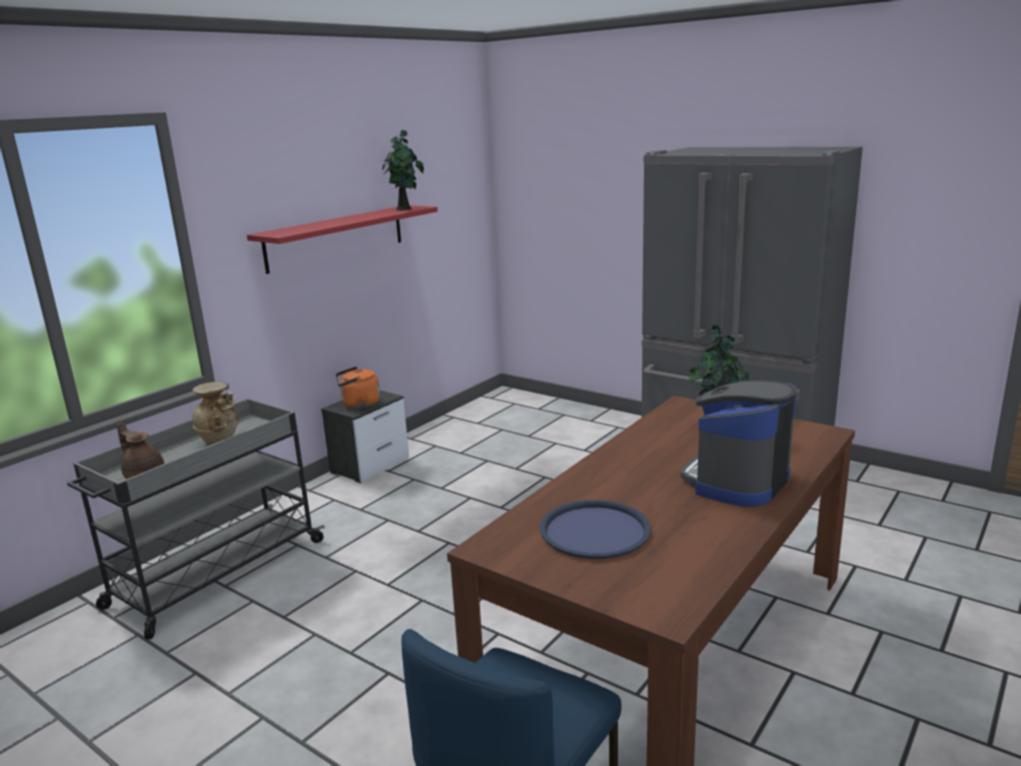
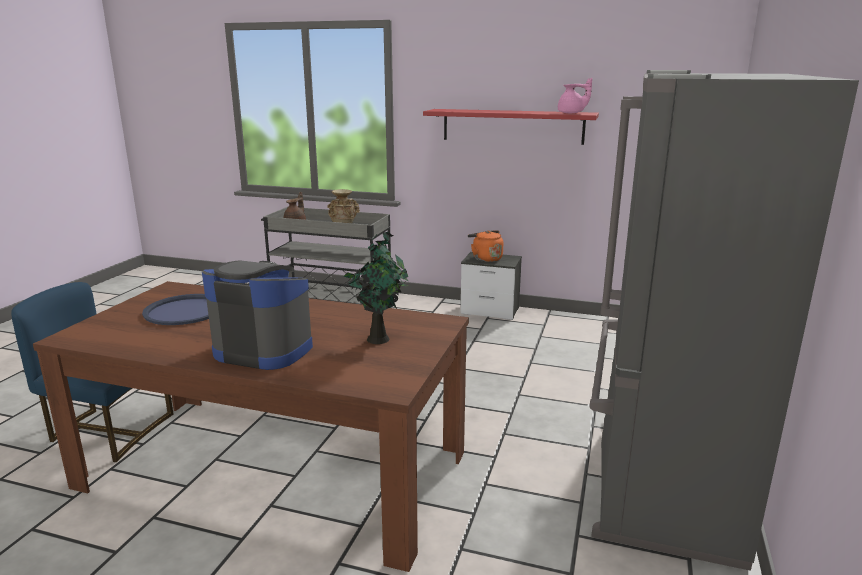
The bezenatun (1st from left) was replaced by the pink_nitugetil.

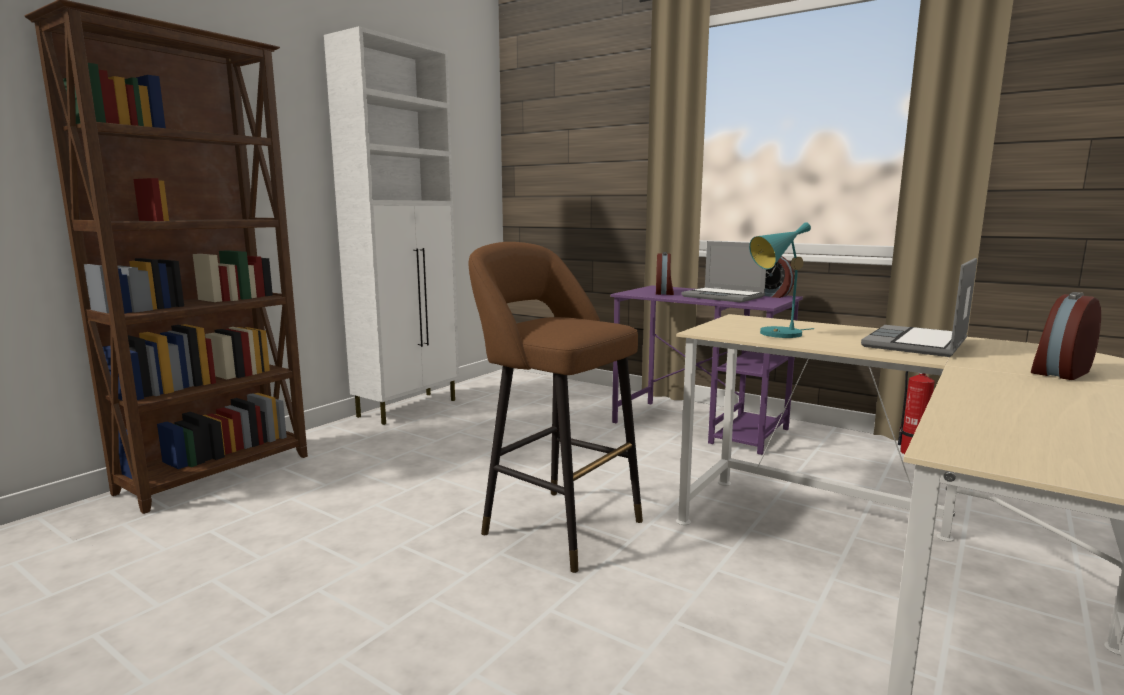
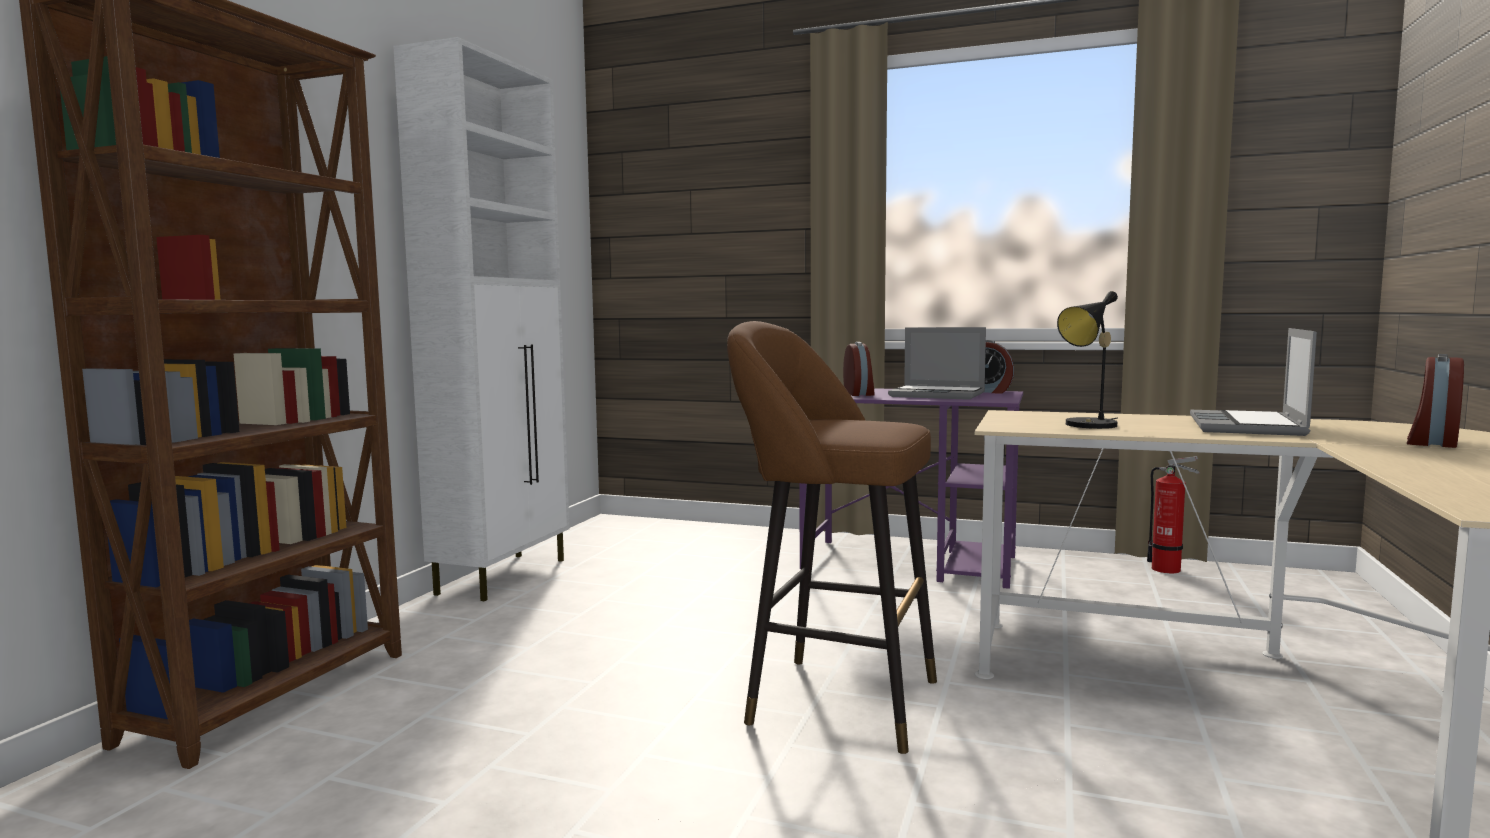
The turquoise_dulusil became the black_dulusil.

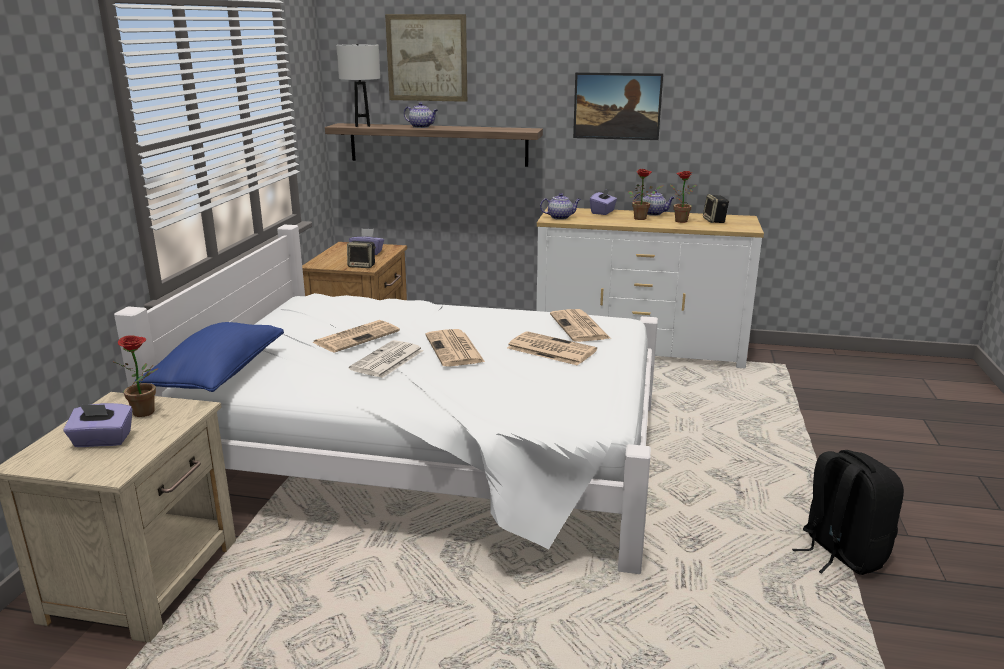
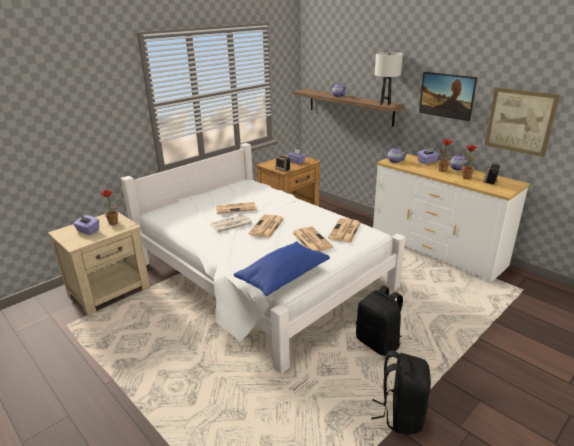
The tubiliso (1st from left in the first image) moved.
The white_dulusil moved.
The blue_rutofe moved.
The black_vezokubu (1st from left) appeared.

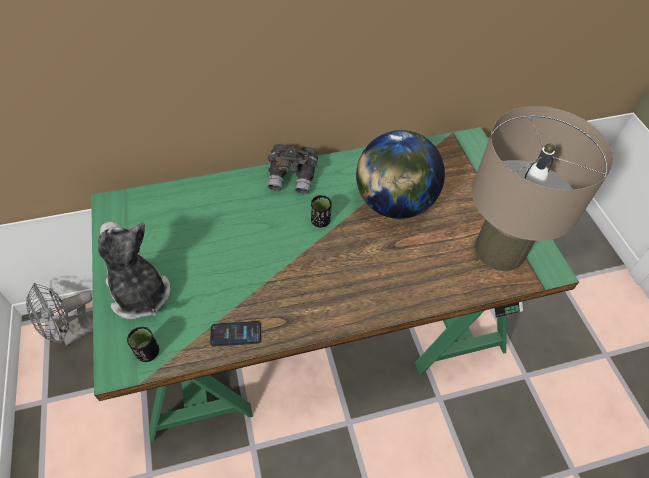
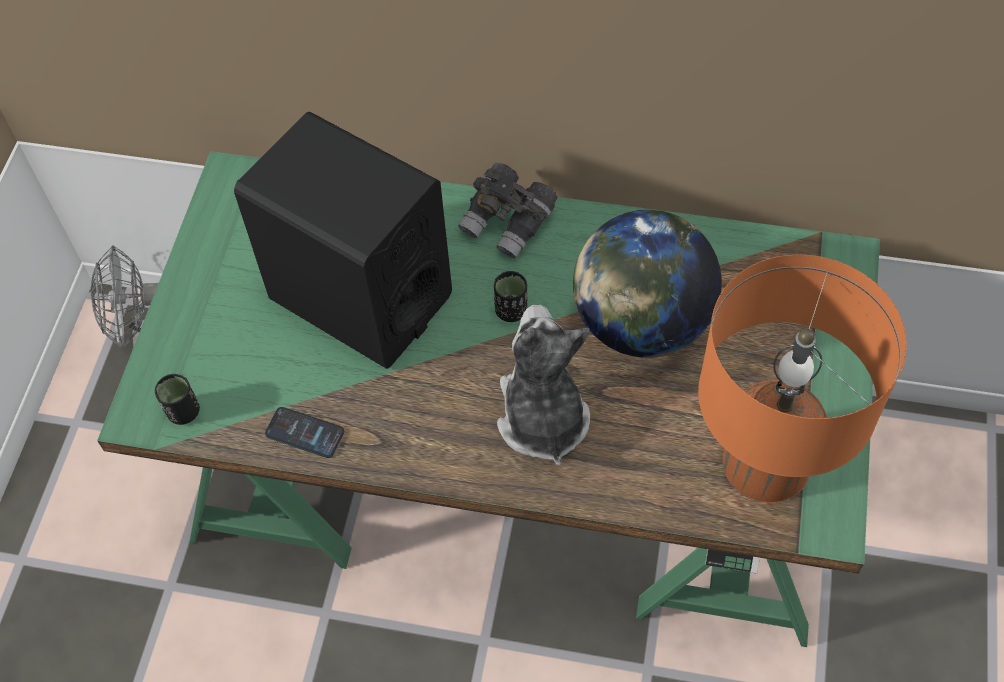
The beige_dulusil became the orange_dulusil.
The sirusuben moved.
The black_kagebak appeared.

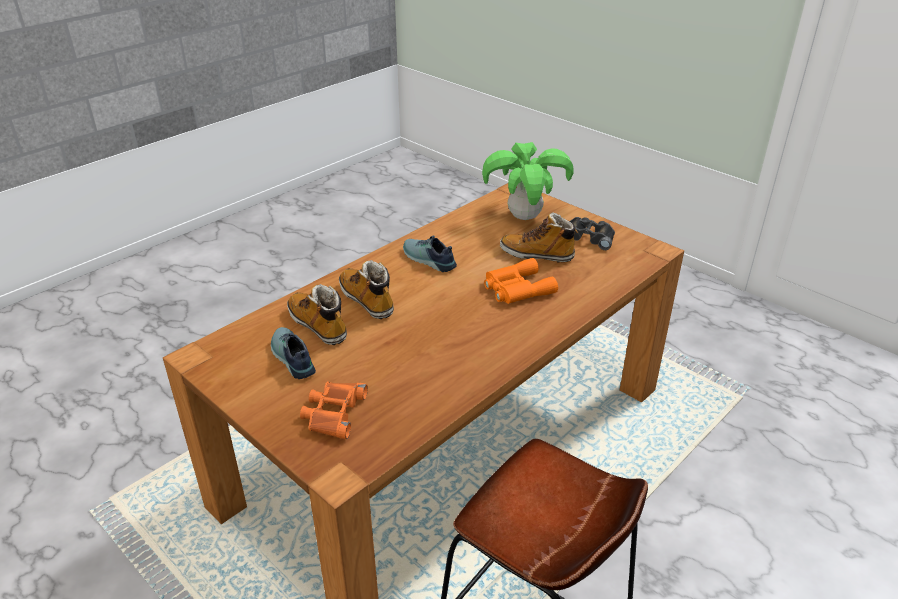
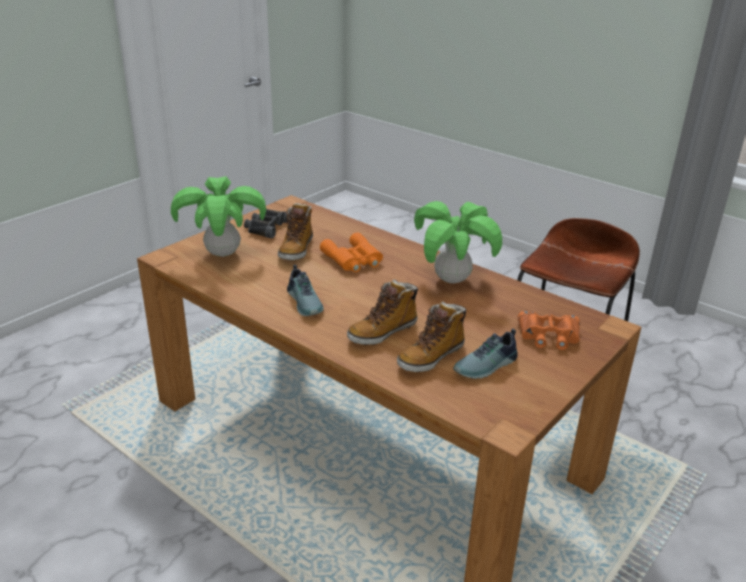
The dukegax (2nd from left in the first image) turned 60 degrees counterclockwise.
The bezenatun (2nd from left) appeared.

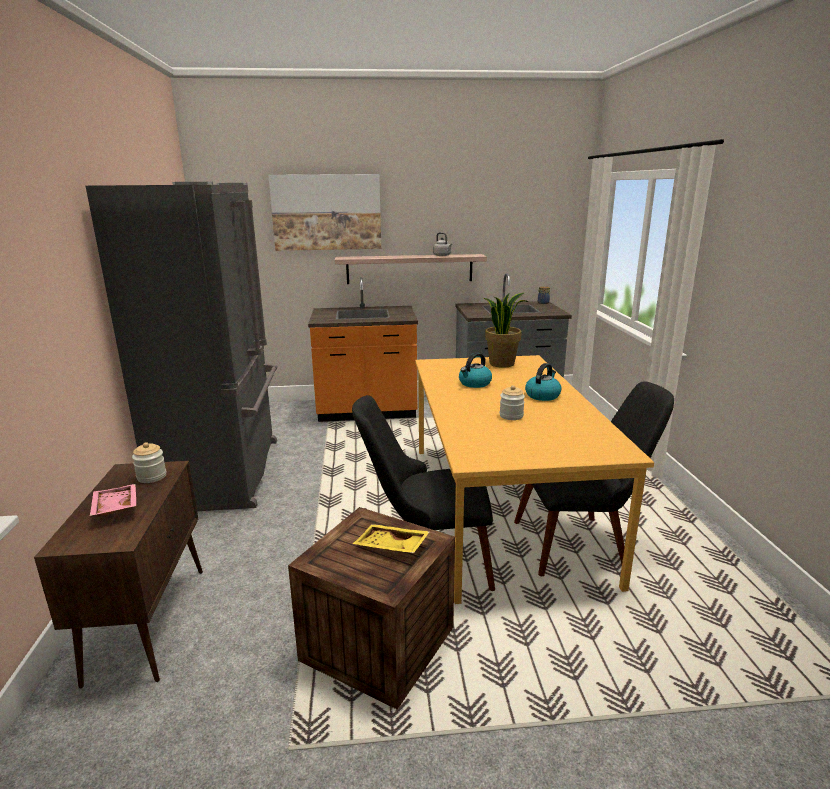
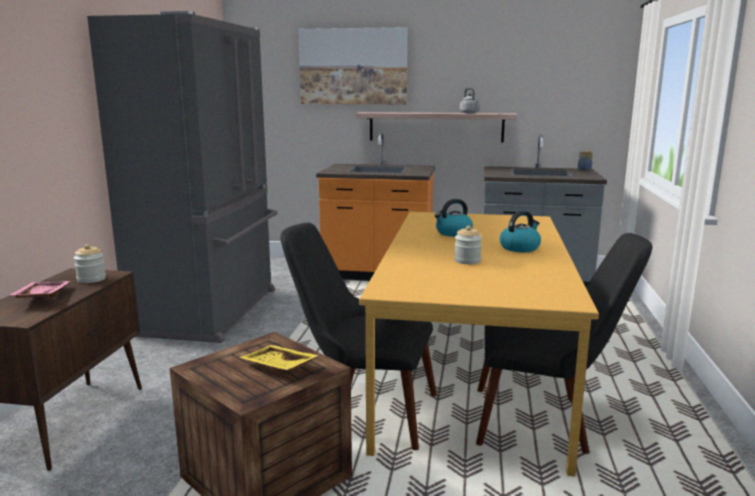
The bezenatun disappeared.

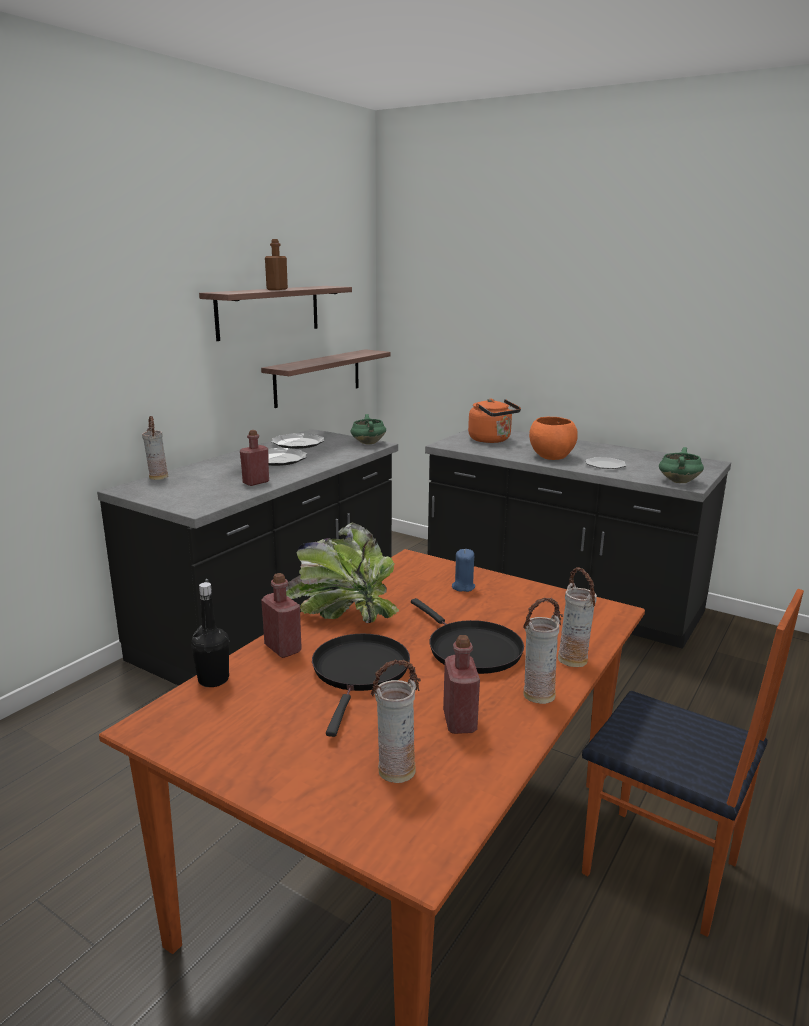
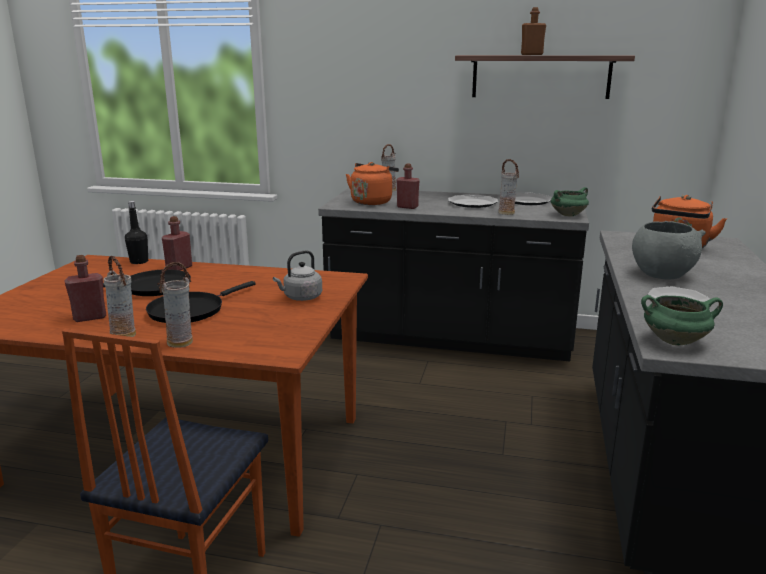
The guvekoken (2nd from left) disappeared.
The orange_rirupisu became the grey_rirupisu.
The bezenatun disappeared.
The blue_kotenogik was replaced by the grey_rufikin.
The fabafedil (2nd from left in the first image) moved.
The orange_rufikin (1st from left) appeared.

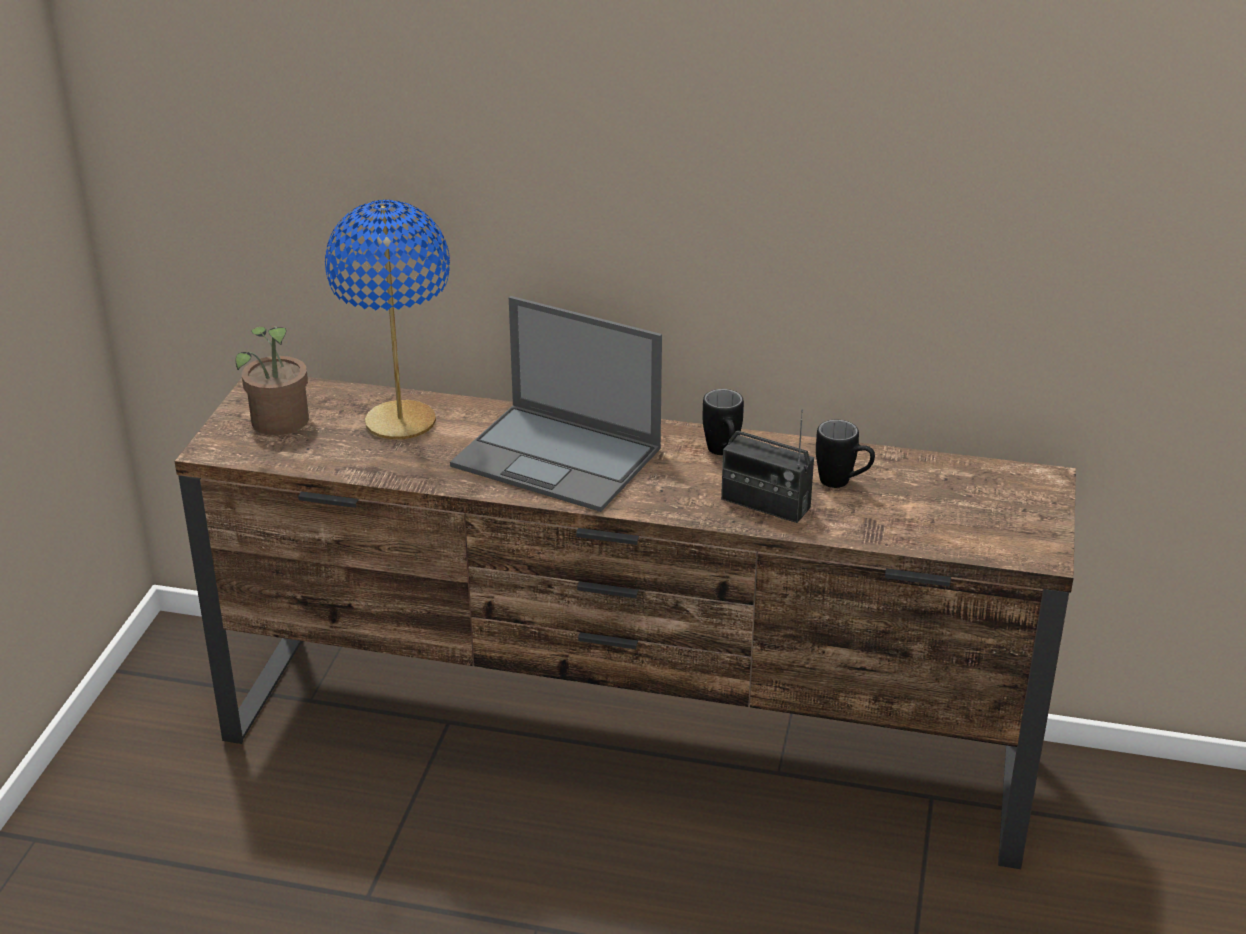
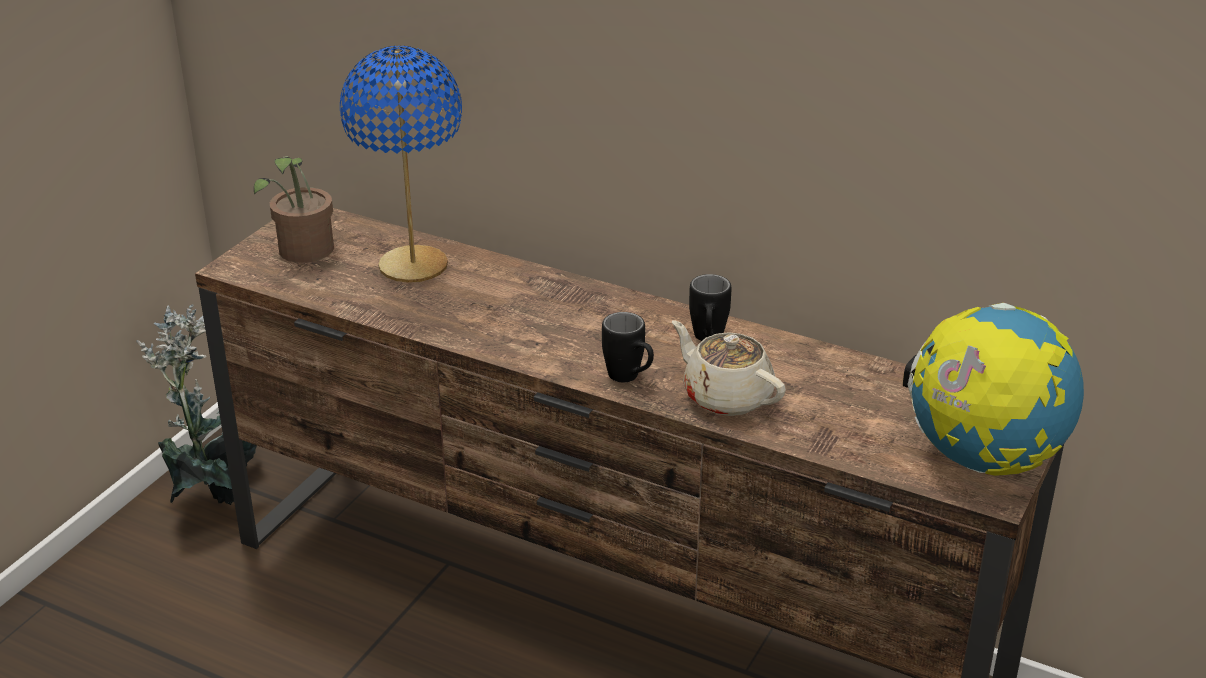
The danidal disappeared.
The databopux was replaced by the beige_nitugetil.
The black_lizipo (2nd from left in the first image) moved.
The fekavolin appeared.
The bezenatun (1st from left) appeared.

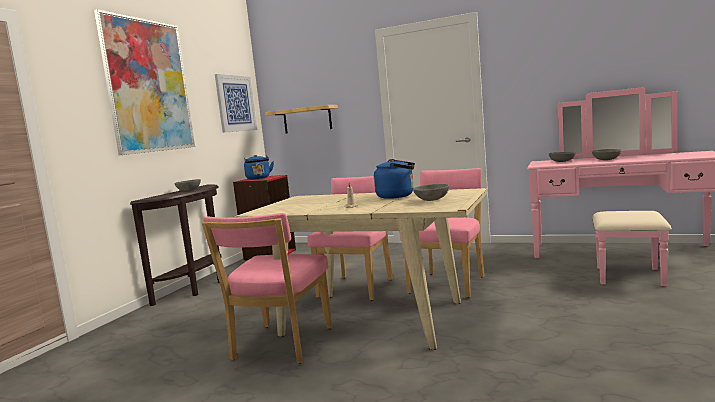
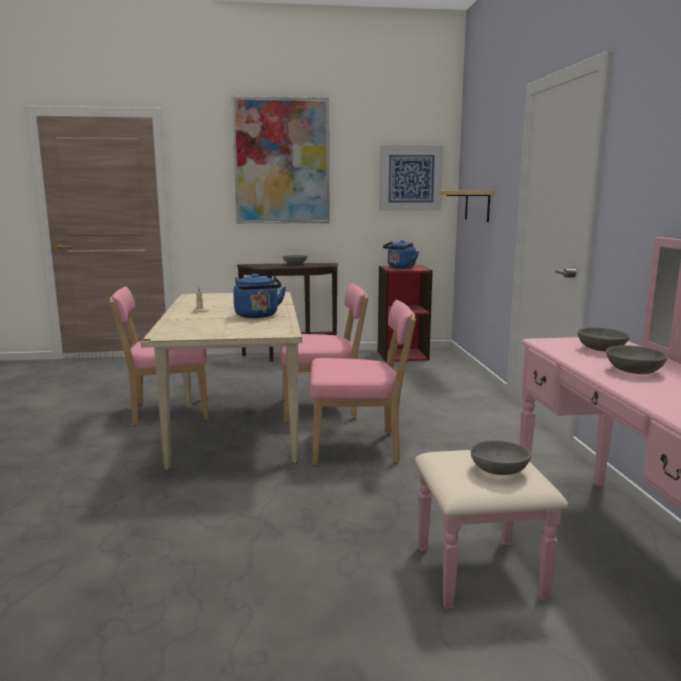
The grey_rirupisu (2nd from left) moved.

